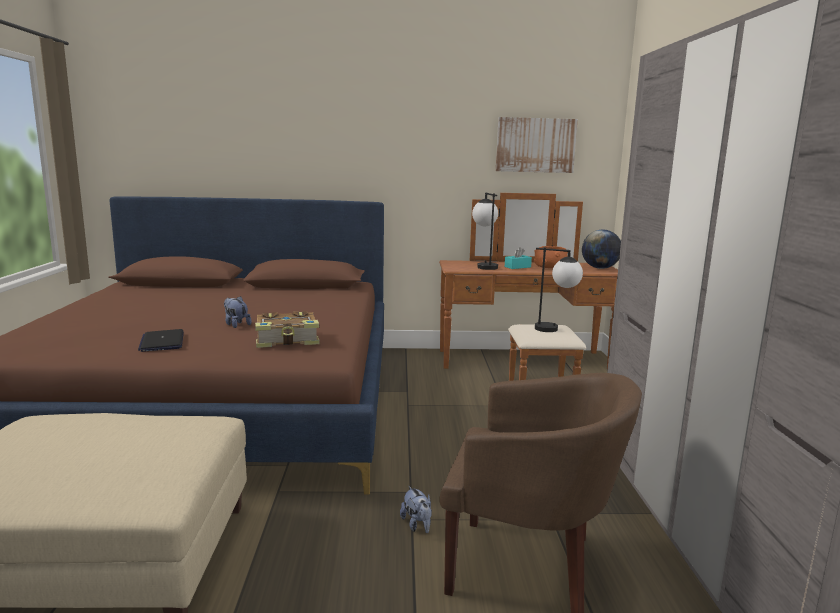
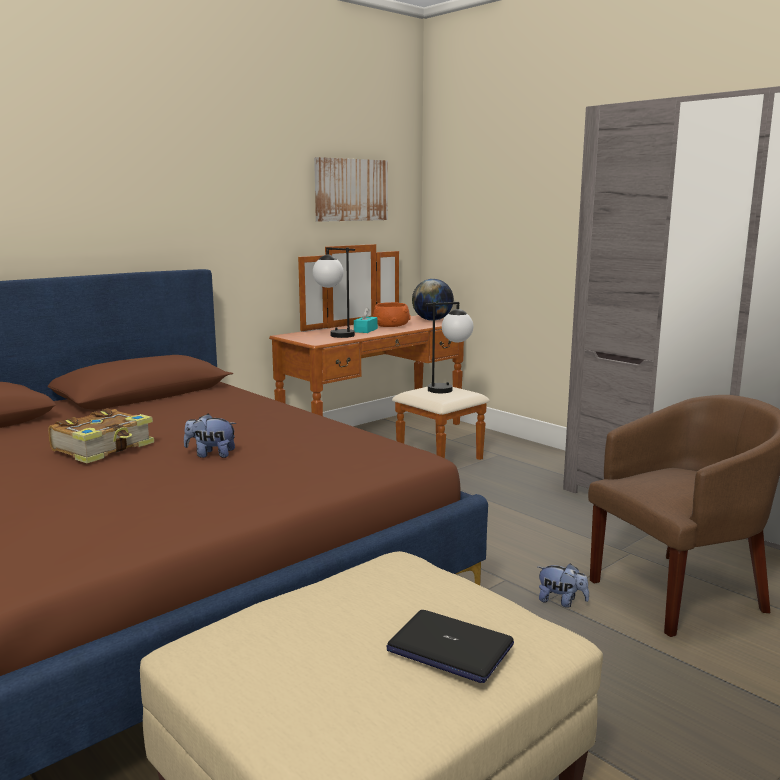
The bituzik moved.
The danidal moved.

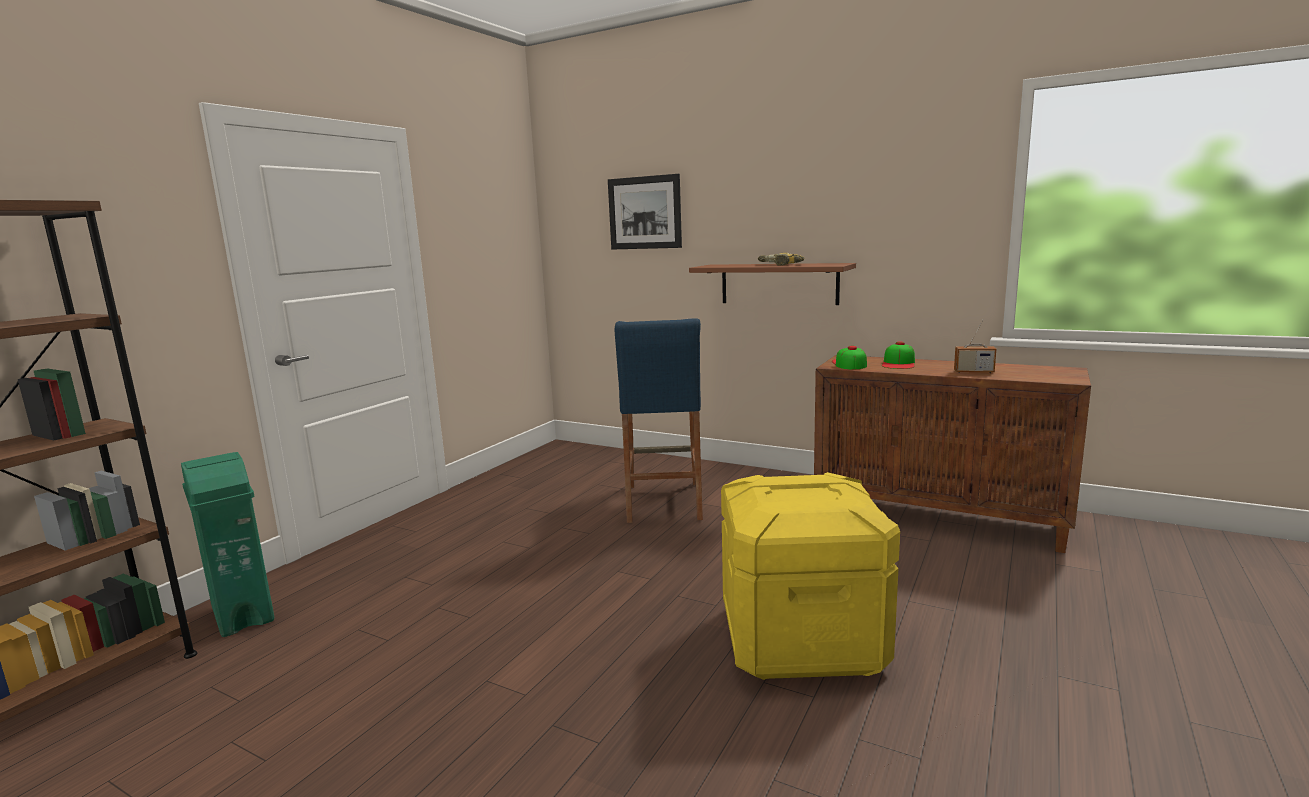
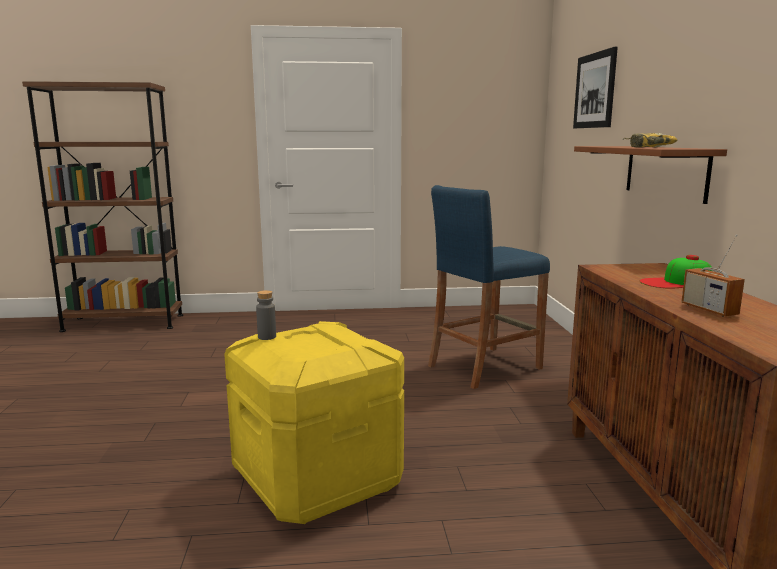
The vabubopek (1st from left) disappeared.
The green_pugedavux disappeared.
The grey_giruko appeared.

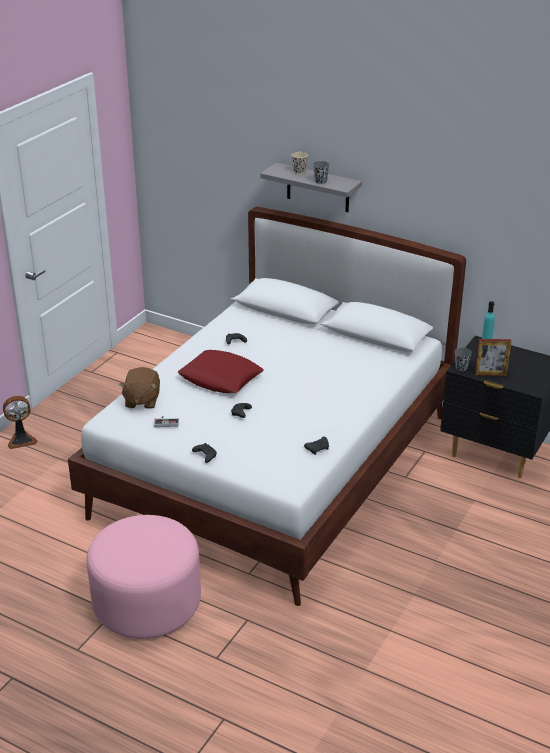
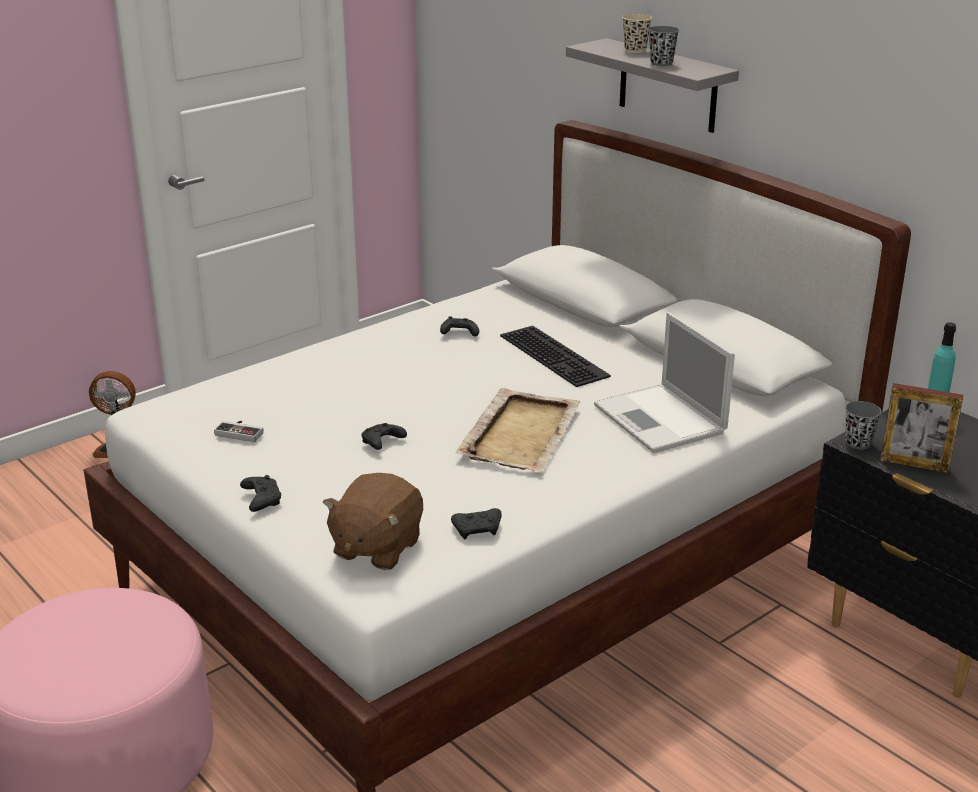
The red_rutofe disappeared.
The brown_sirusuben moved.
The danidal appeared.
The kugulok appeared.
The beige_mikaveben appeared.

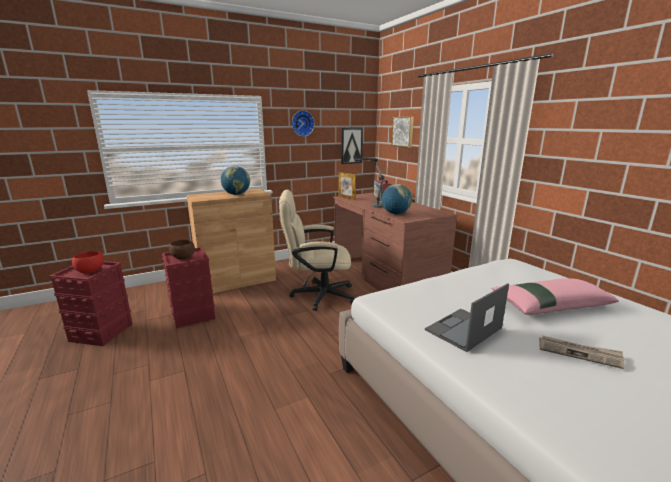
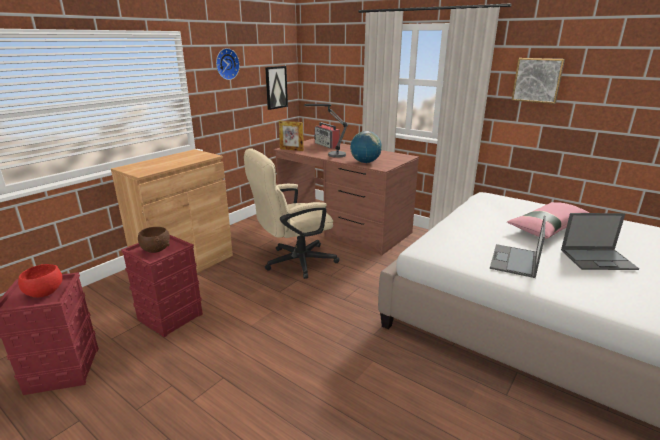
The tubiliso (2nd from left) moved.
The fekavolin (1st from left) disappeared.
The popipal was replaced by the danidal (2nd from left).

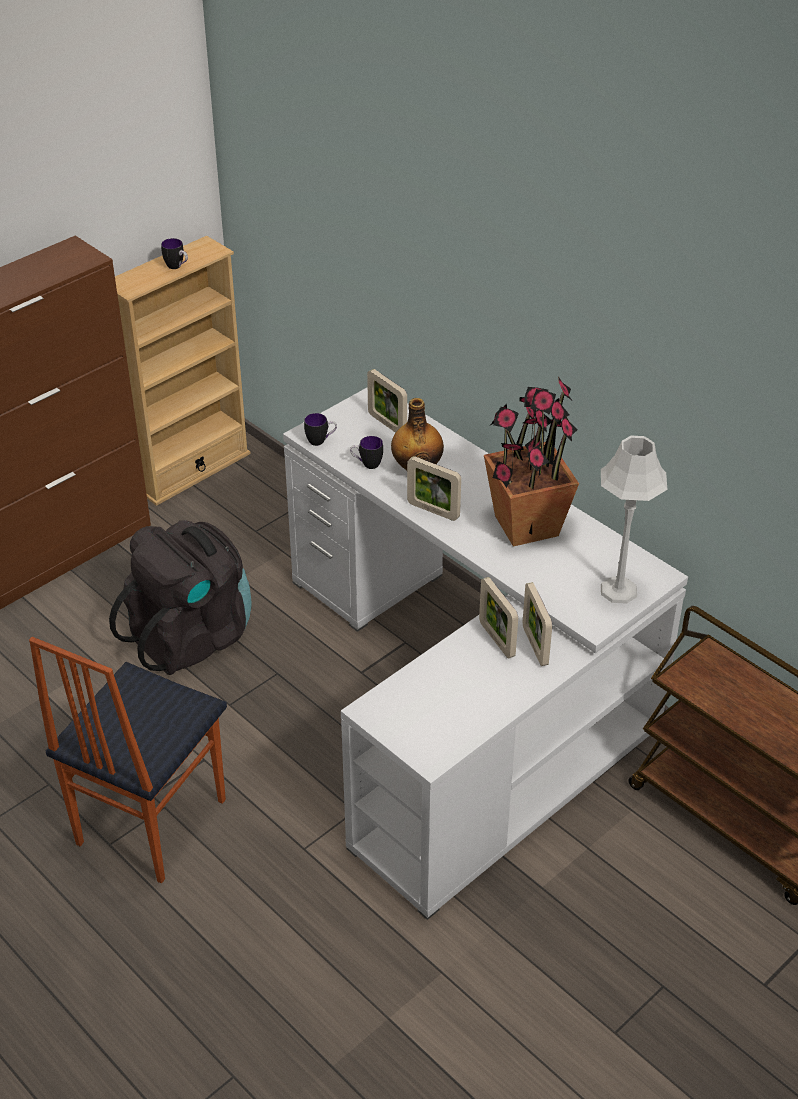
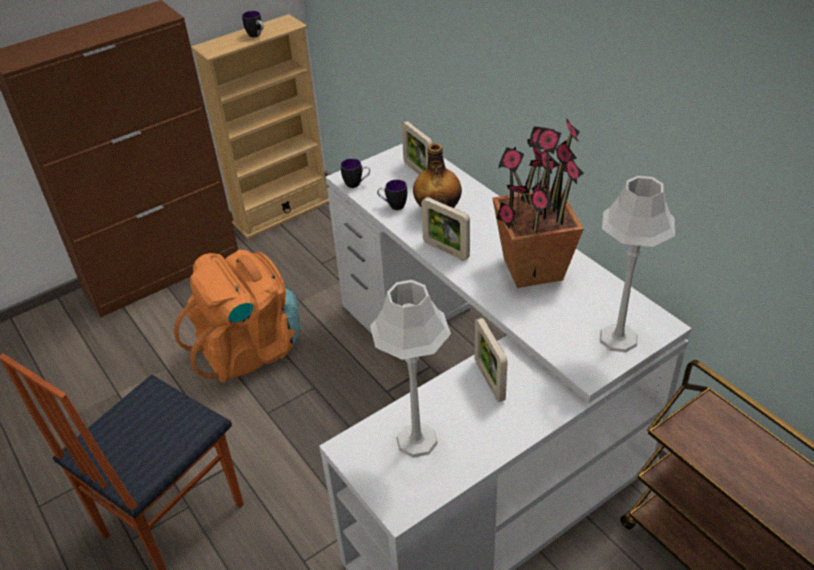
The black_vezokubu became the orange_vezokubu.
The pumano (4th from left) disappeared.
The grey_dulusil (1st from left) appeared.

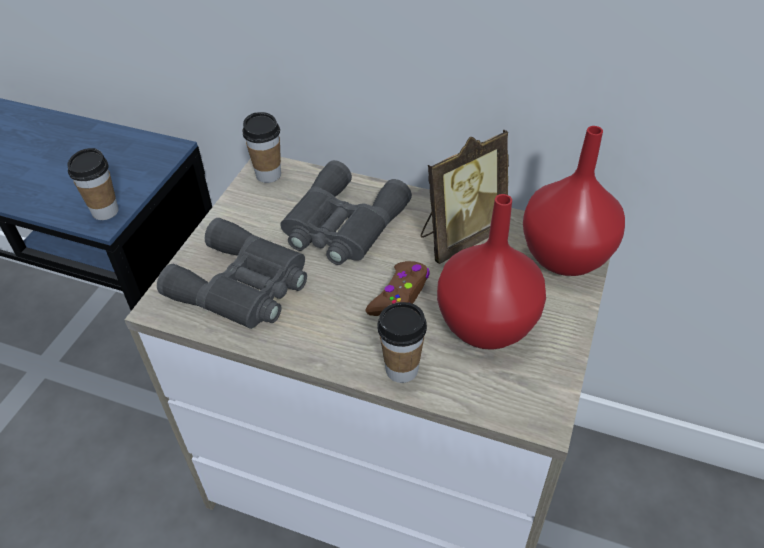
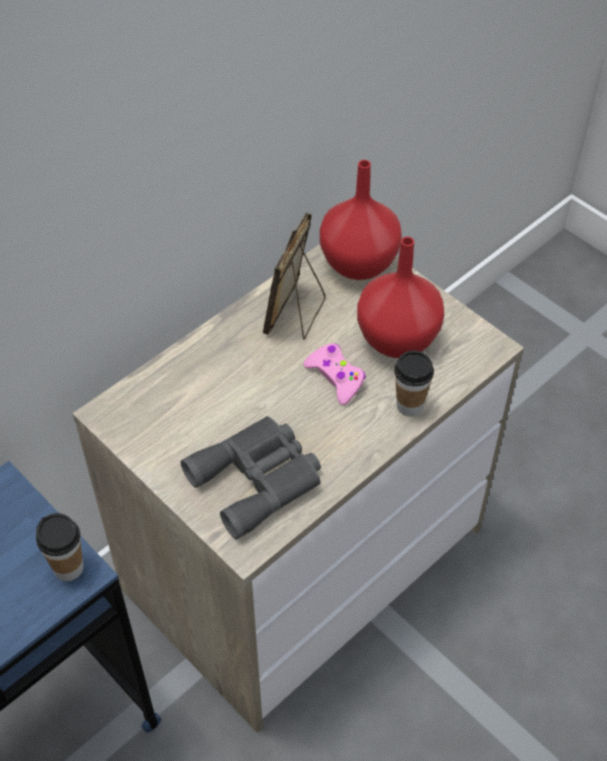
The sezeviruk (2nd from left) disappeared.
The pumano turned 150 degrees counterclockwise.
The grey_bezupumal (2nd from left) disappeared.
The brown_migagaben became the pink_migagaben.

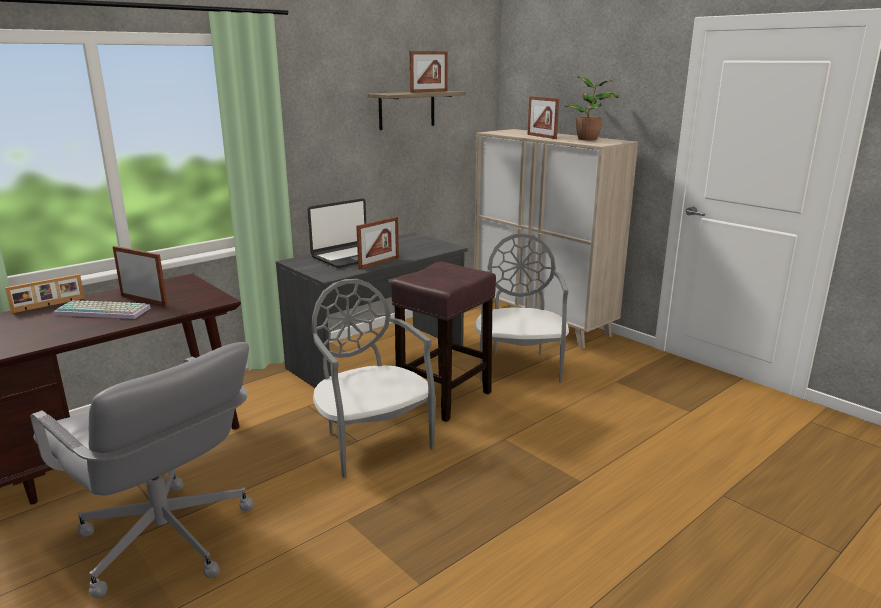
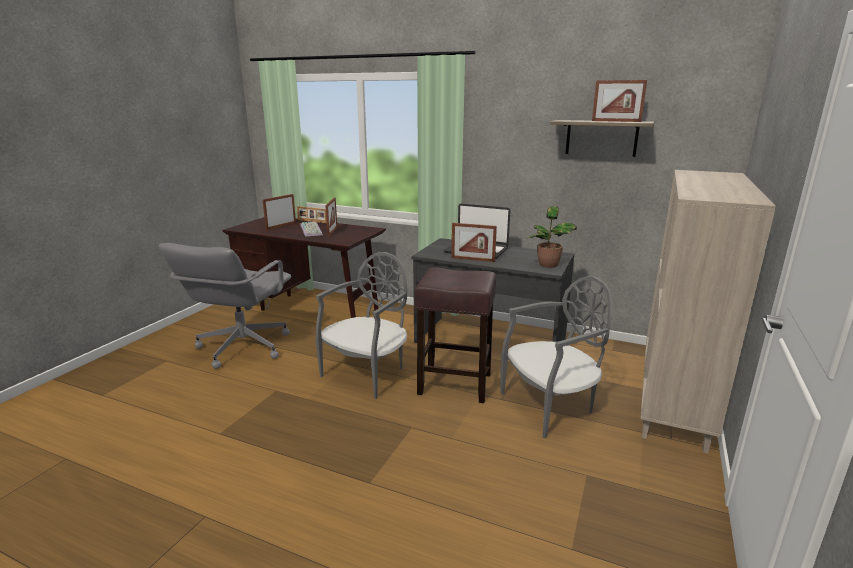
The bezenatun moved.
The pumano (5th from left in the first image) moved.

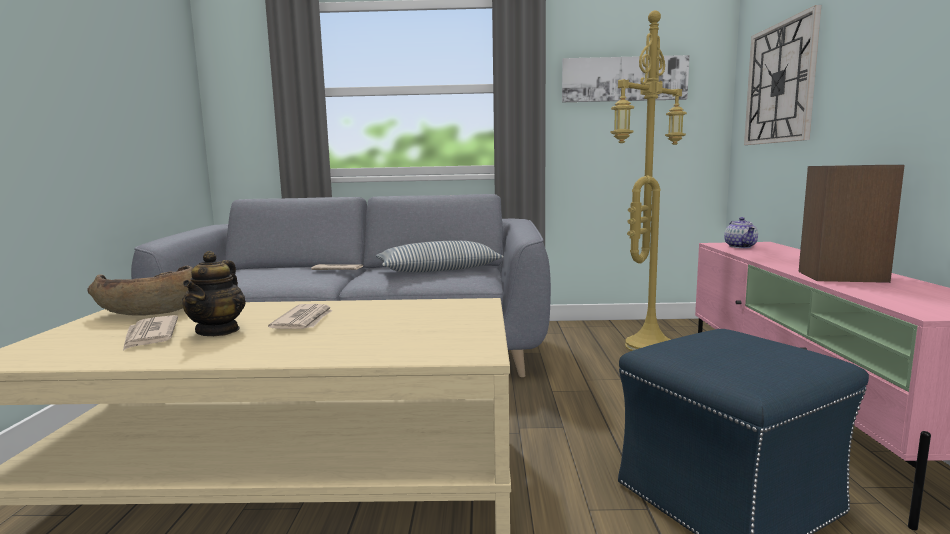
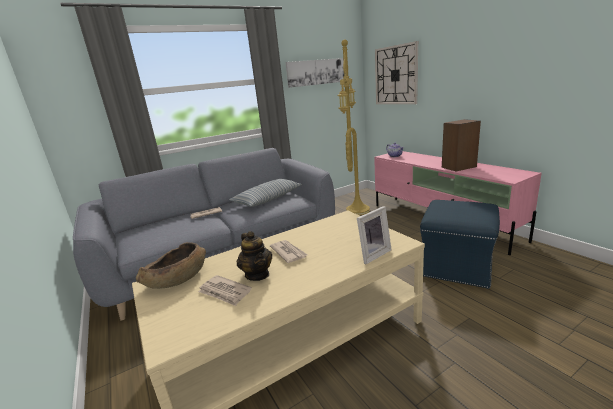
The pumano appeared.

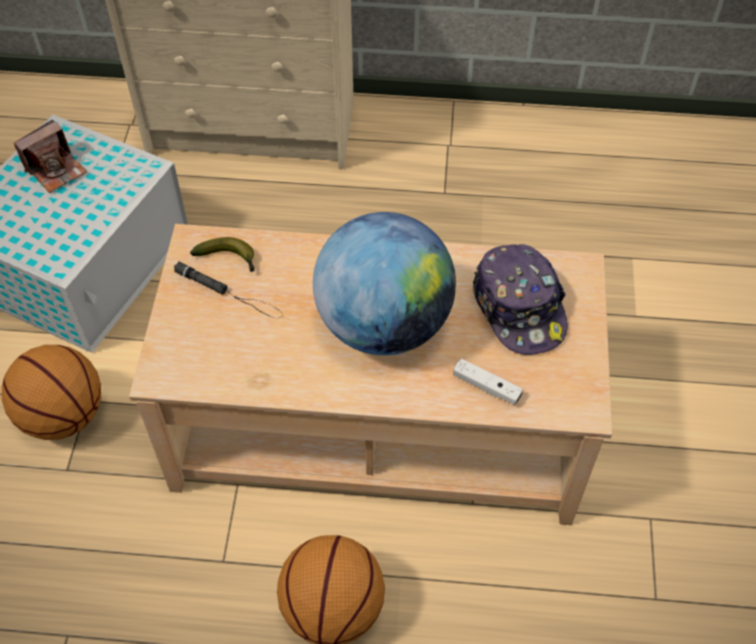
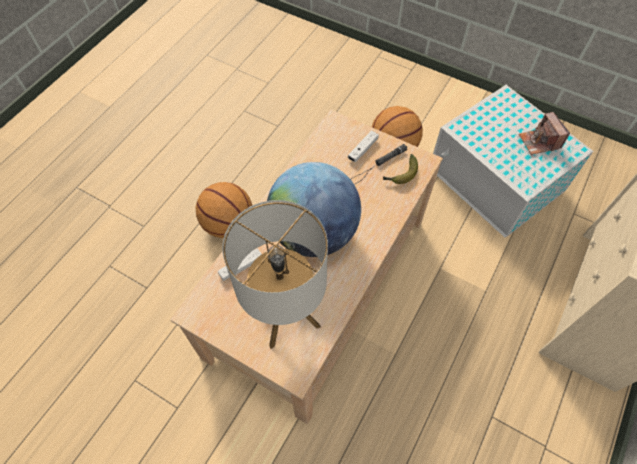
The vabubopek was replaced by the dulusil.
The white_migagaben (2nd from left) appeared.

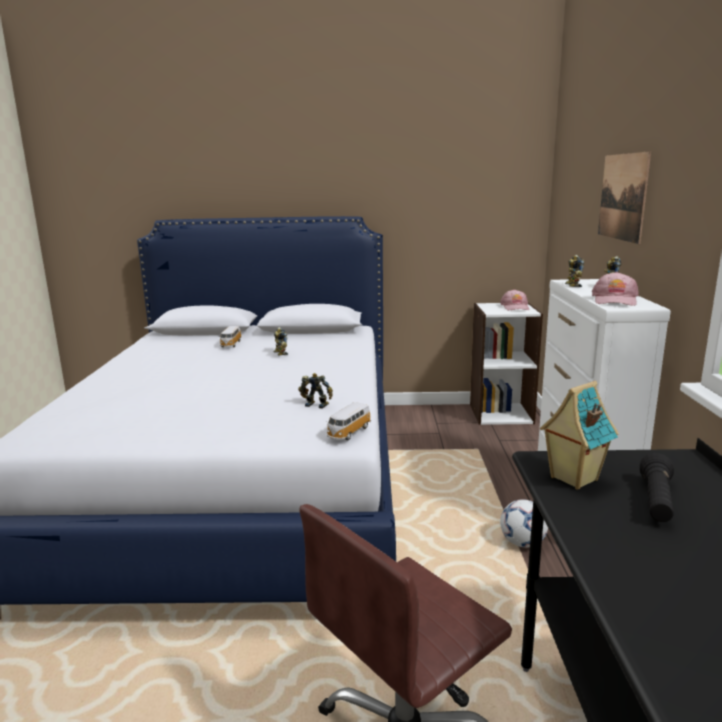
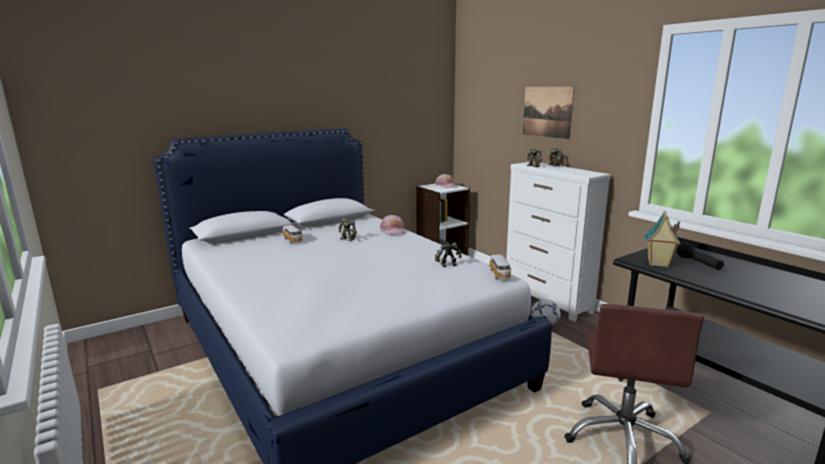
The pink_vabubopek (2nd from left in the first image) moved.

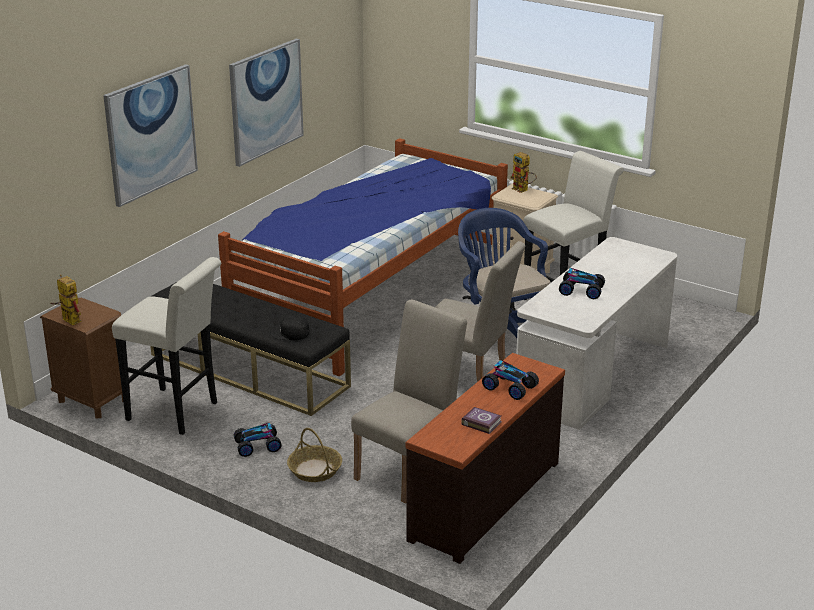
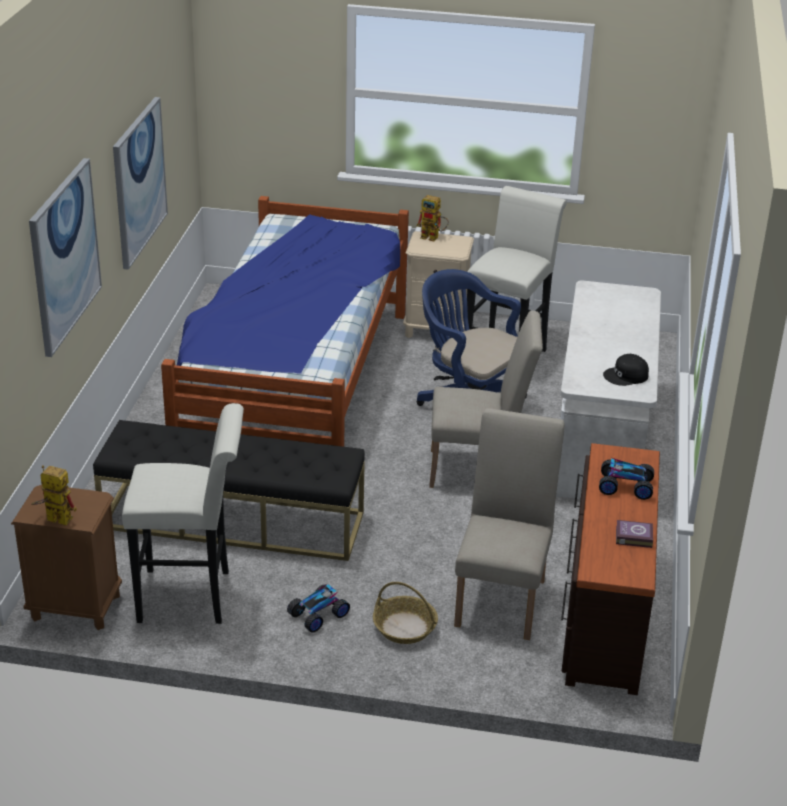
The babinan (3rd from left) disappeared.
The black_vabubopek moved.

